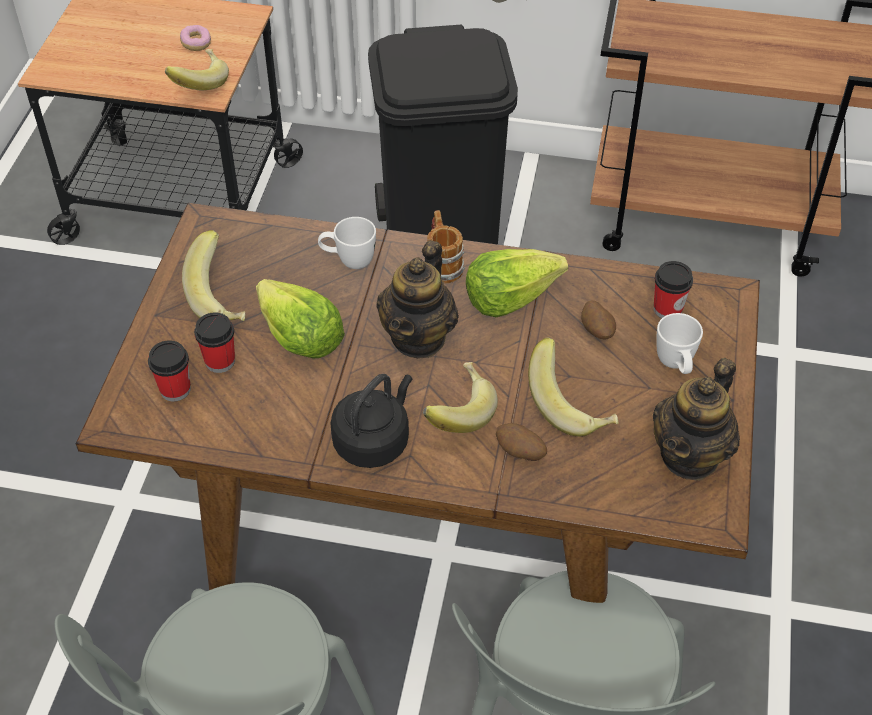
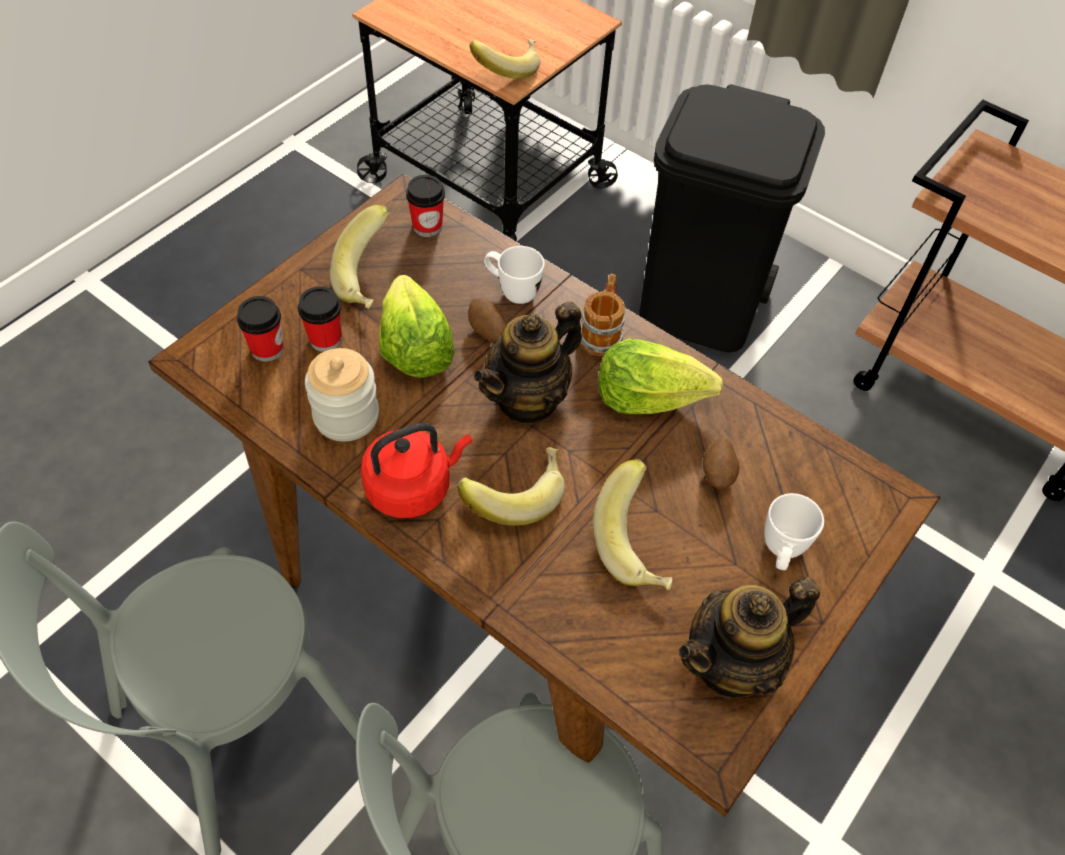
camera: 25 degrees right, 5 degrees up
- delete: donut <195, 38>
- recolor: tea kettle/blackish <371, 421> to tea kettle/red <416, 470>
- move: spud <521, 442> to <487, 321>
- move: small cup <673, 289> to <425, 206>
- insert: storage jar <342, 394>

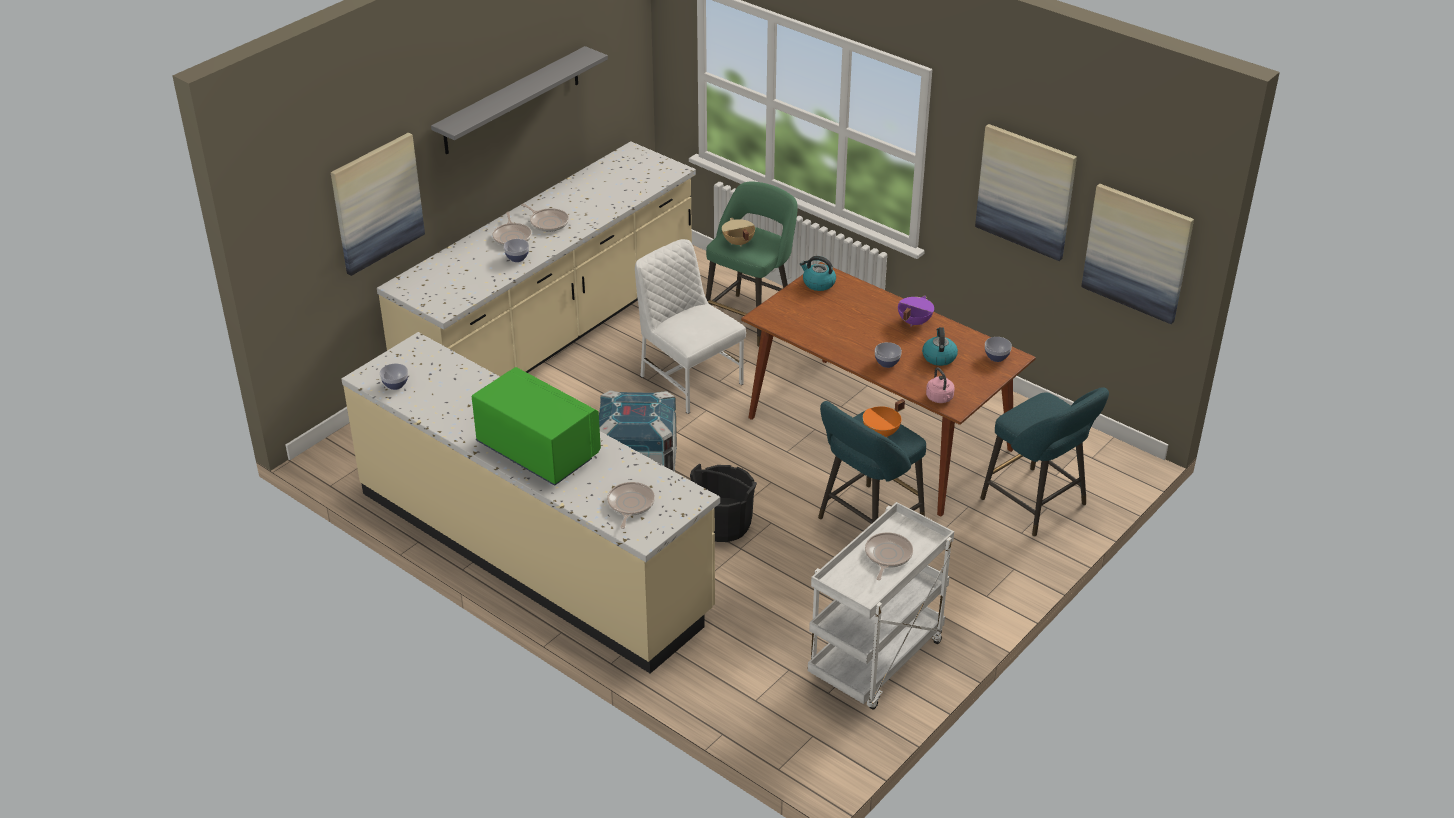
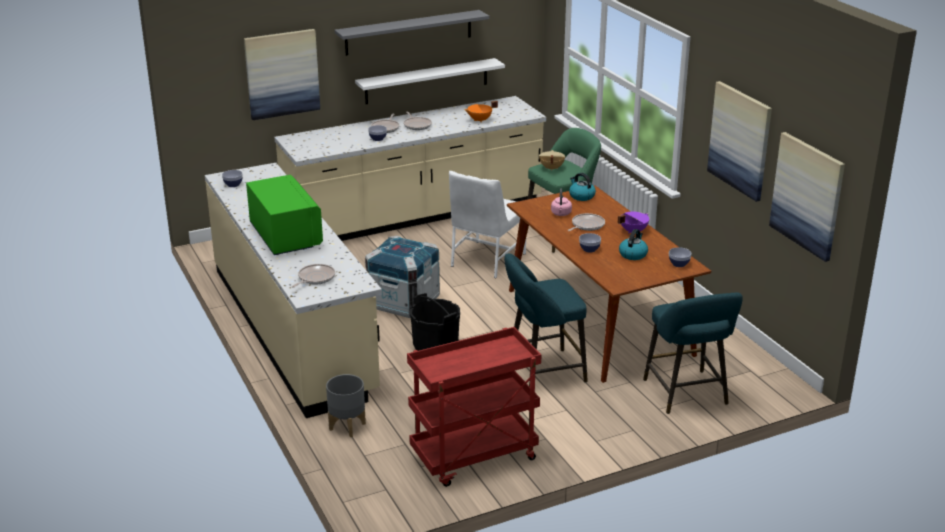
camera: 25 degrees right, 10 degrees down
- rotate: chair/white-coloured <690, 326> = <487, 224> 135 degrees counterclockwise
- recolor: cart/white-coloured <881, 606> to cart/red <474, 407>
- move: cooking pot/orangey <884, 418> to <481, 112>
- move: skillet <889, 556> to <586, 222>
- move: tea kettle/pink-coloured <940, 385> to <561, 202>
- insert: flower pot/greyish <346, 405>
- insert: wall shelf/white-coloured <430, 81>

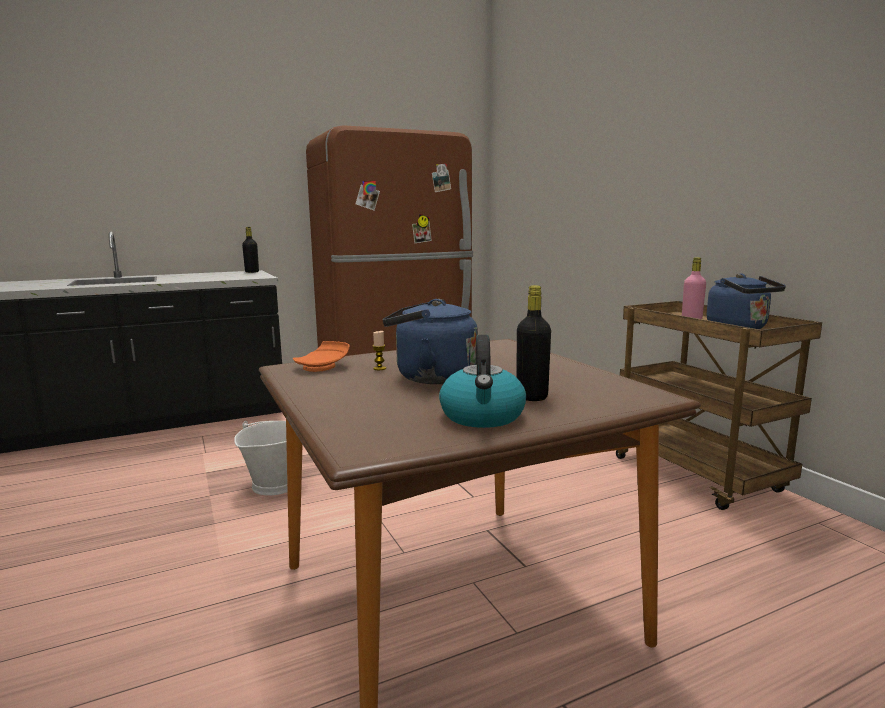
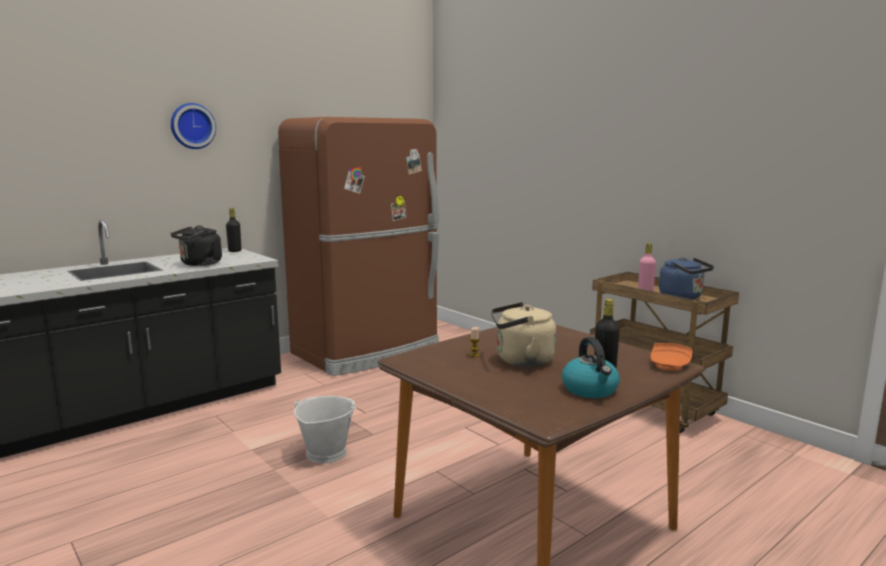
camera: 15 degrees left, 0 degrees up
- move: plate/orangey <321, 356> to <672, 357>
- recolor: tea kettle/blue-coloured <430, 341> to tea kettle/beige <523, 334>
- insert: hanging clock <193, 126>
- insert: tea kettle/blackish <196, 246>

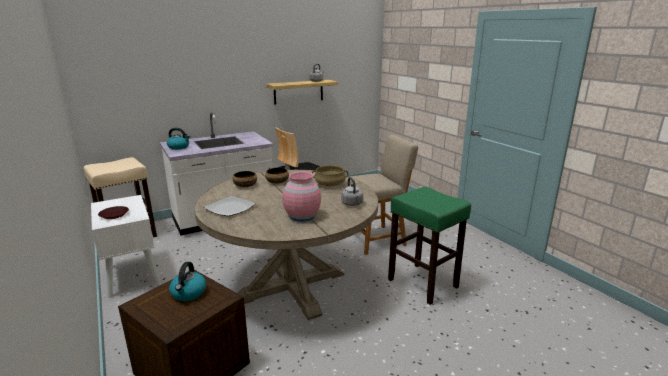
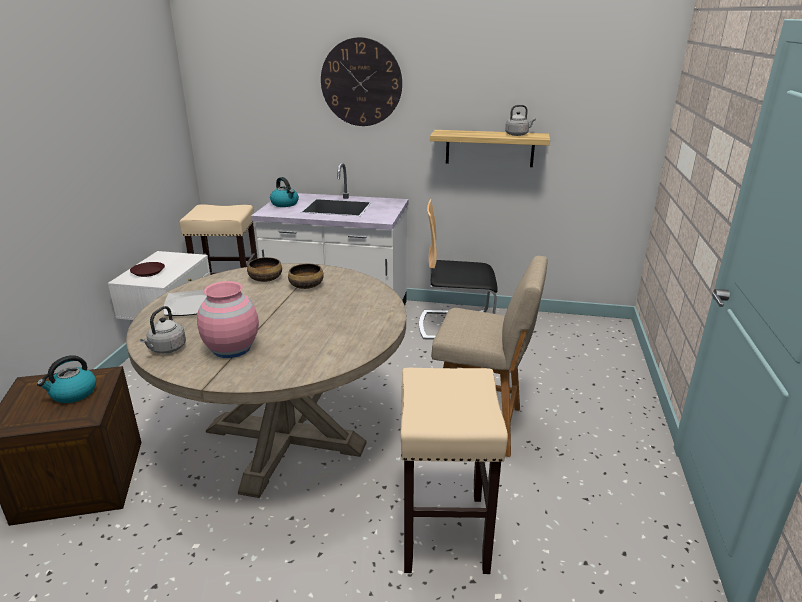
camera: 40 degrees right, 5 degrees up
- delete: cooking pot/beige <330, 175>
- move: tea kettle/greyish <352, 191> to <163, 330>
- recolor: sitting stool/green <429, 246> to sitting stool/beige <454, 471>
- insert: hanging clock <361, 81>

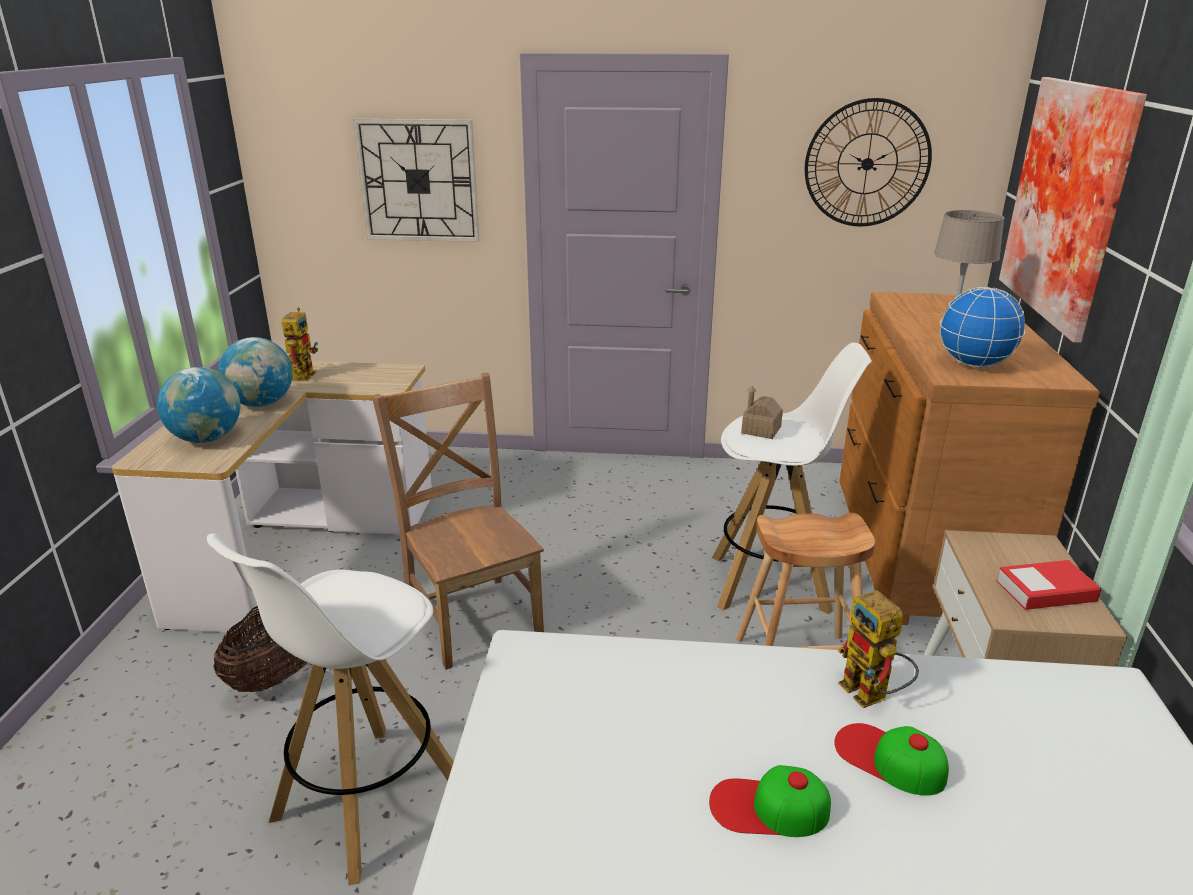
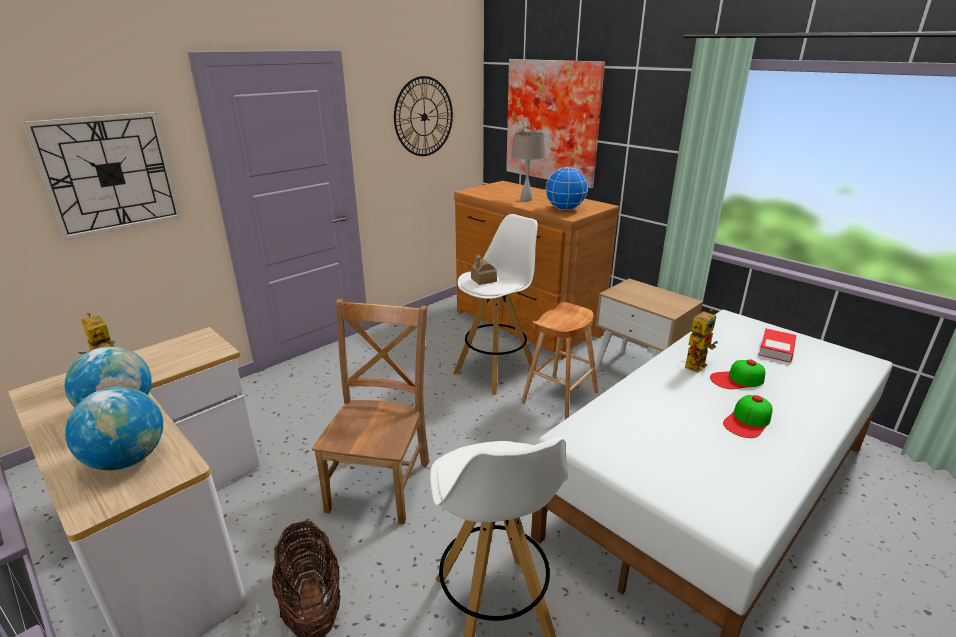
camera: 50 degrees left, 0 degrees up
- rotate: chair/brownish <458, 521> = <370, 411> 90 degrees clockwise
- rotate: toy robot <878, 649> = <701, 341> 60 degrees counterclockwise
- move: book <1048, 585> to <777, 345>

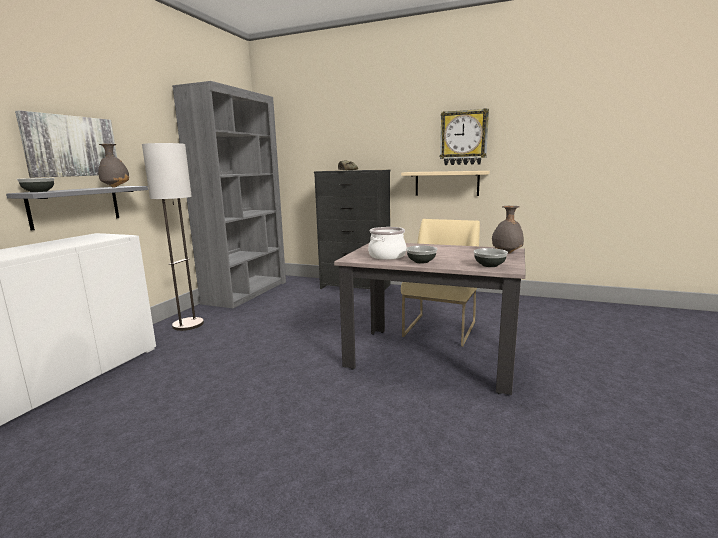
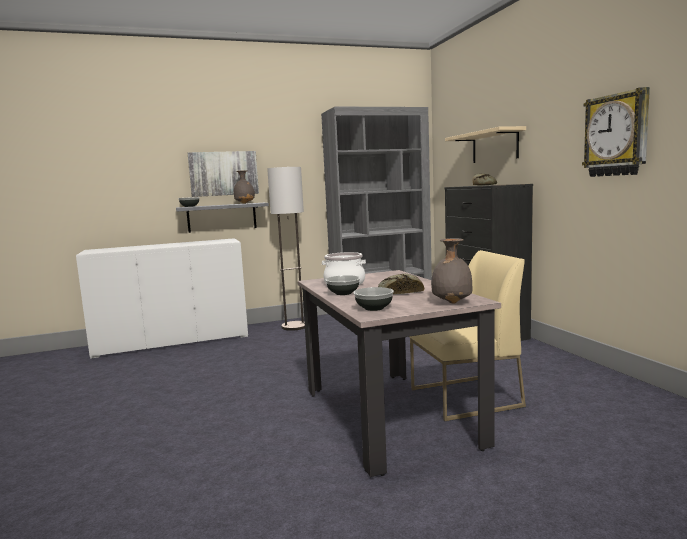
camera: 50 degrees right, 5 degrees down
- move: wall shelf/beige <445, 183> to <485, 144>
- insert: bakery bread <401, 284>

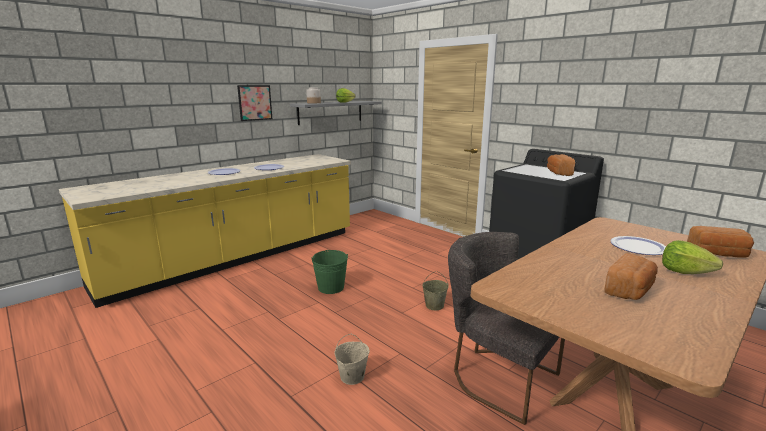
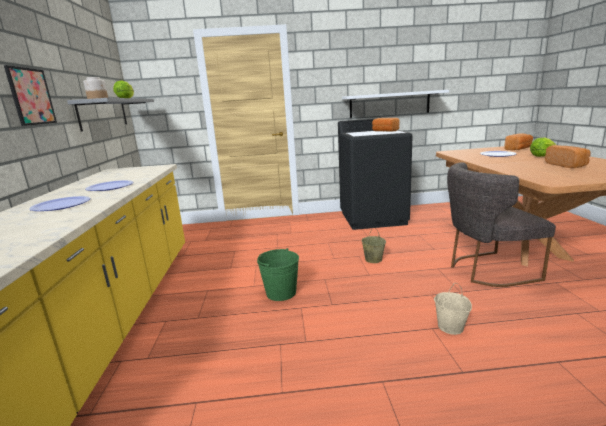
camera: 50 degrees left, 0 degrees up
- insert: wall shelf/white-coloured <395, 104>

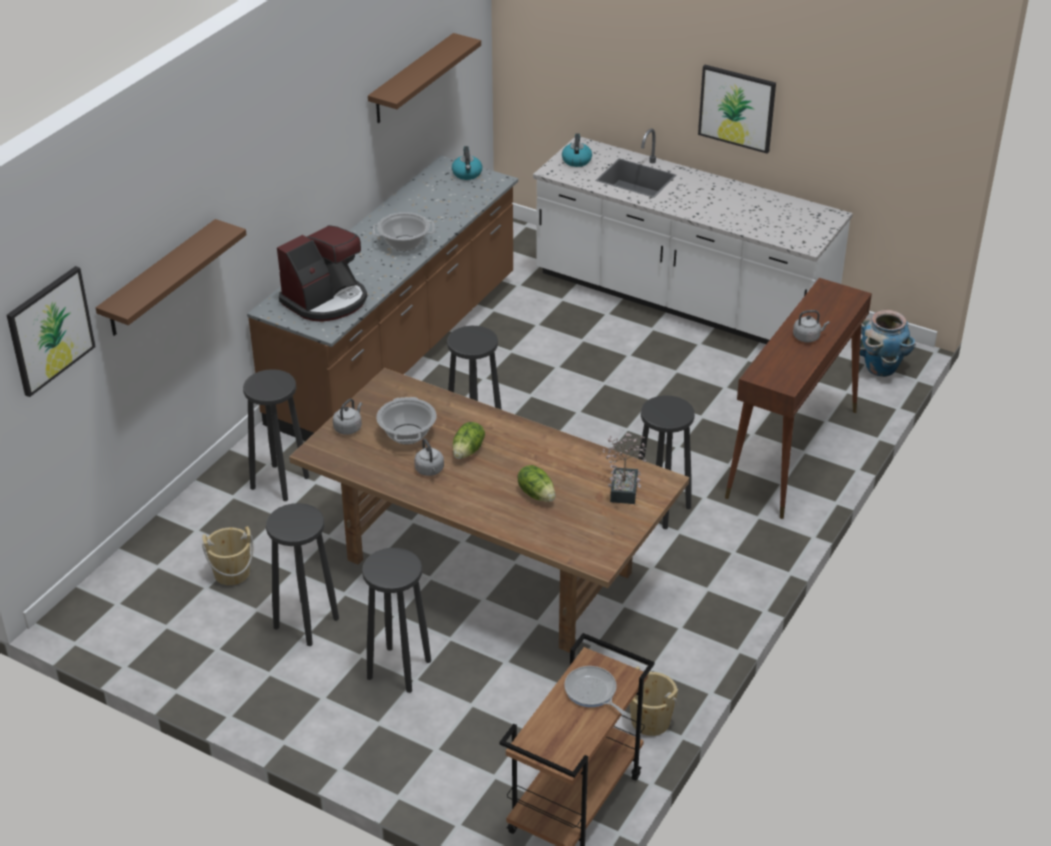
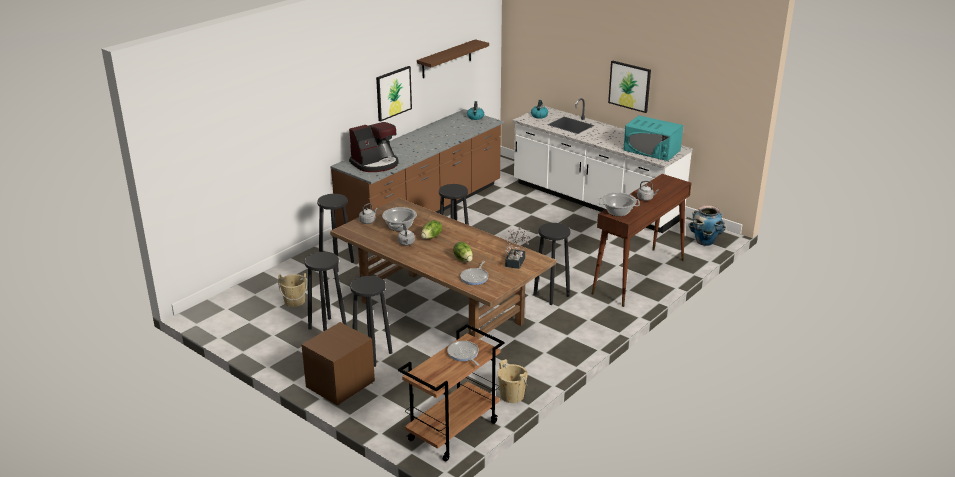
camera: 10 degrees right, 10 degrees down
- move: wall picture <51, 331> to <394, 94>
- delete: wall shelf/brownish <171, 277>
- move: cooking pot <404, 231> to <619, 204>
- insert: night table/brownish <338, 363>
- insert: skillet <474, 273>
- insert: microwave/blue-green <653, 138>

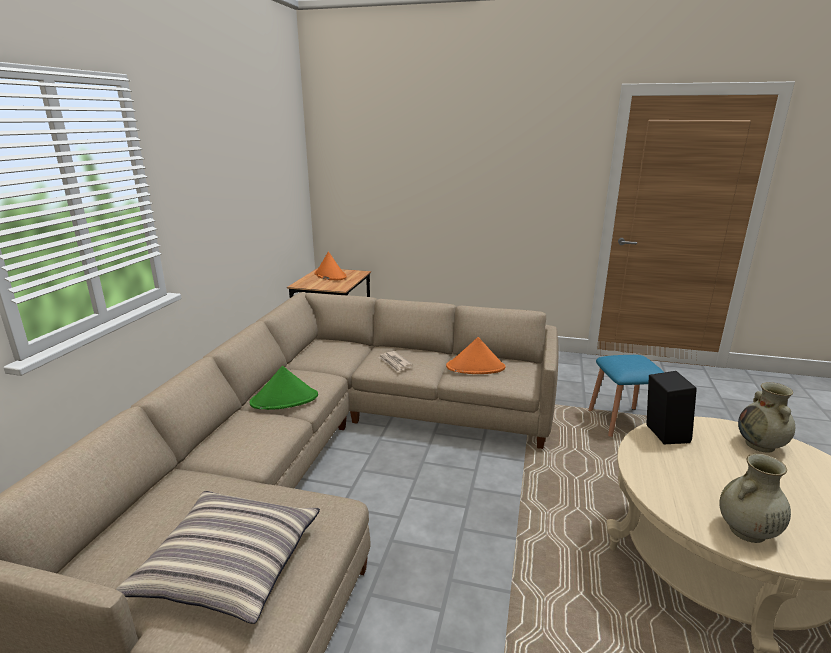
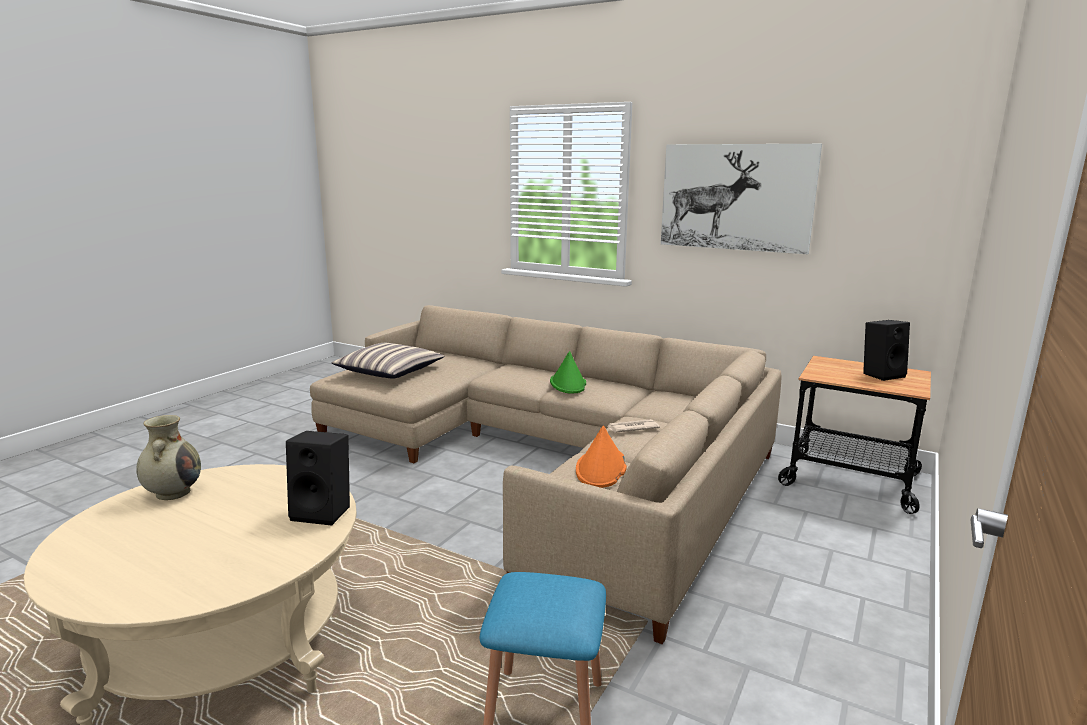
camera: 105 degrees right, 5 degrees down
- replace: wearable hat/orangey <331, 266> to speaker/blackish <886, 350>
- delete: vase/beige <766, 417>
- insert: wall picture <741, 199>

